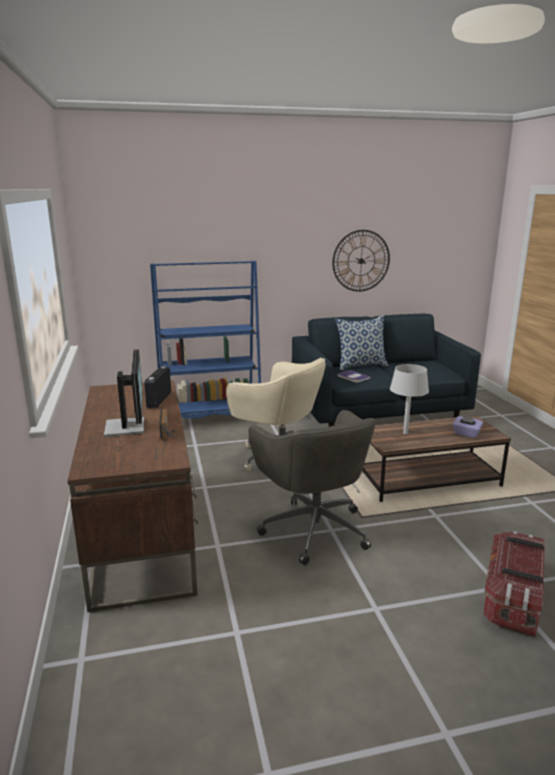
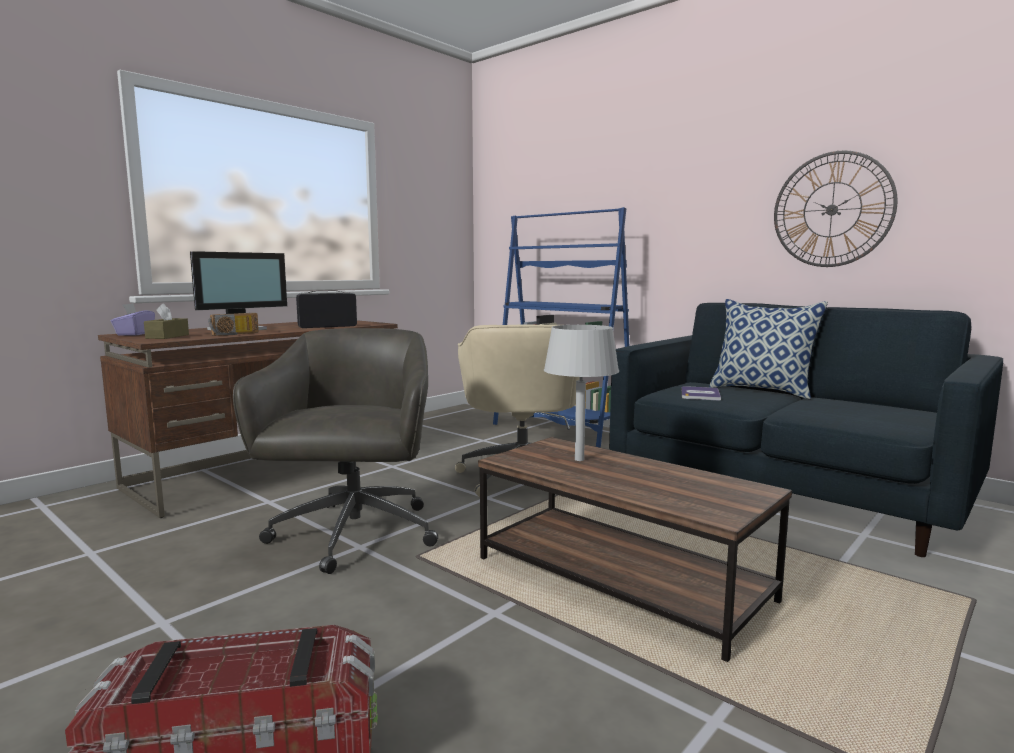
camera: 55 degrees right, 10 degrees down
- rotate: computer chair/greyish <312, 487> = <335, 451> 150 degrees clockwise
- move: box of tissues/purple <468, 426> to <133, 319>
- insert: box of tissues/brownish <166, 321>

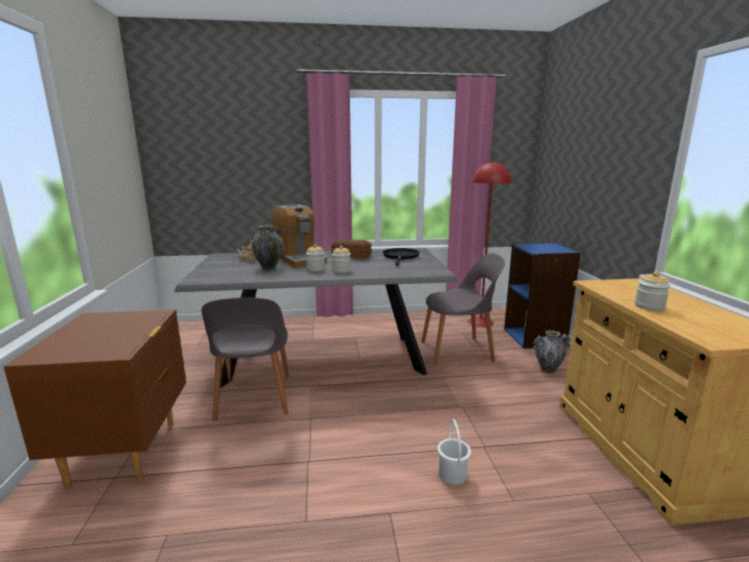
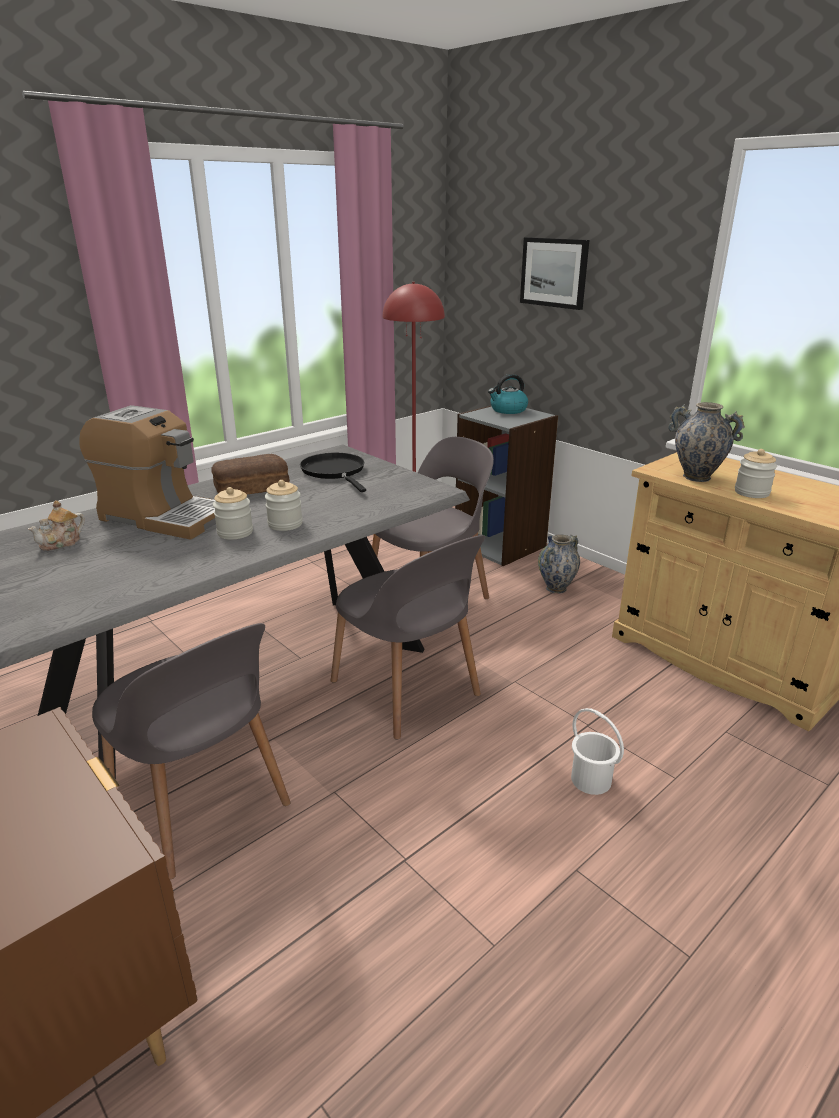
camera: 35 degrees left, 10 degrees up
- move: vase <268, 247> to <706, 442>
- recolor: bookshelf/blue-coloured <542, 295> to bookshelf/greyish <506, 486>
- insert: chair/greyish <408, 637>
- insert: tea kettle <508, 394>
- insert: wall picture <554, 273>

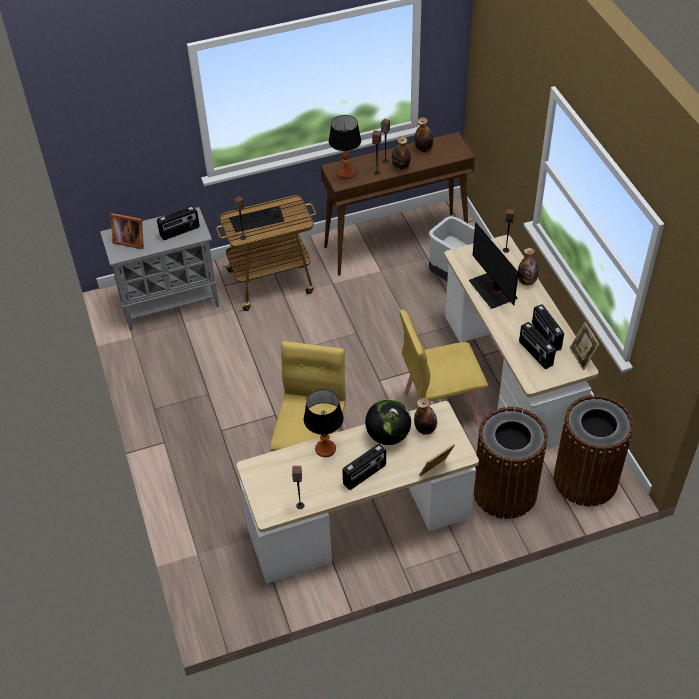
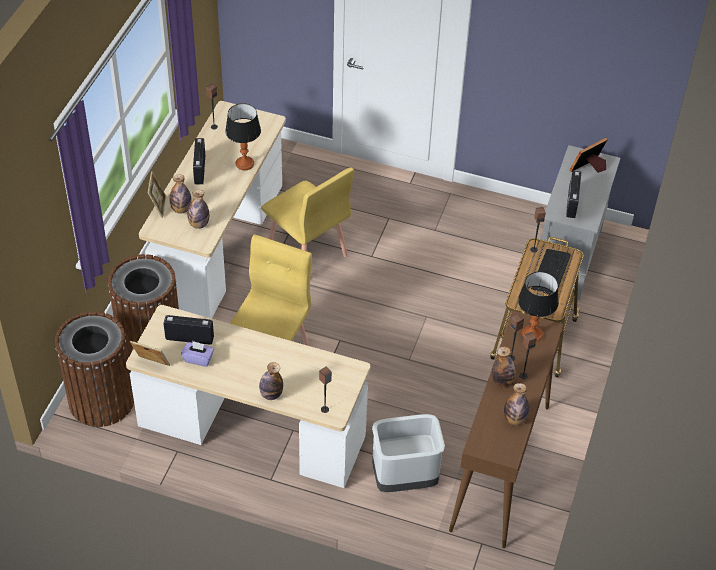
camera: 125 degrees right, 0 degrees up
- delete: desk globe <388, 422>
- delete: computer screen <494, 265>
- replace: radio receiver <548, 327> to box of tissues/purple <197, 354>
- insert: beverage bottle <181, 194>

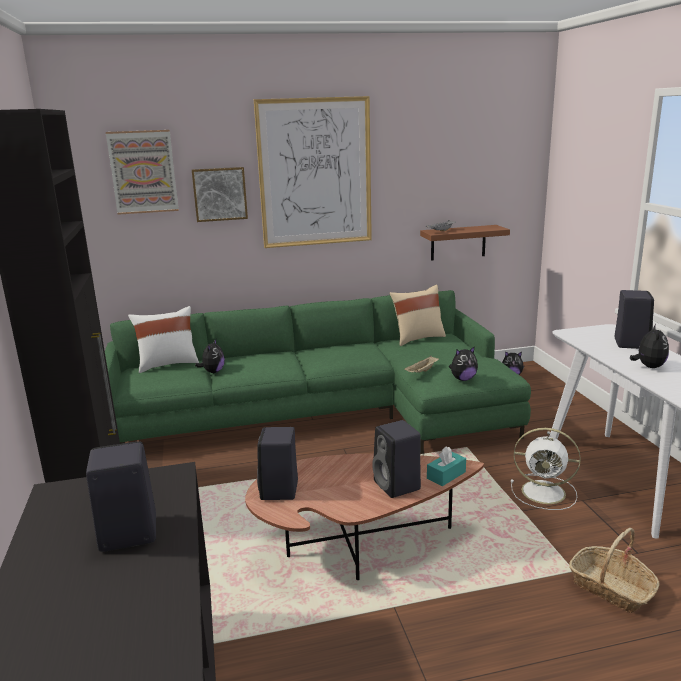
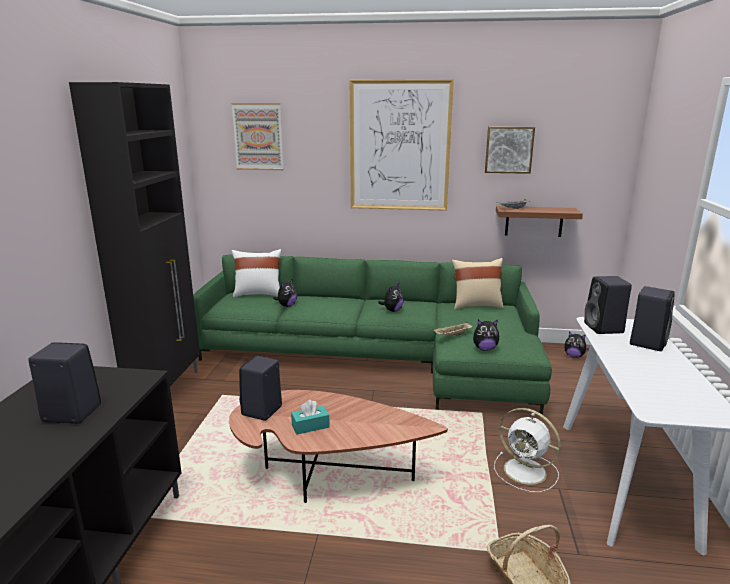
camera: 20 degrees right, 0 degrees up
- move: wall picture <220, 194> to <510, 150>
- move: speaker/blackish <396, 459> to <608, 305>
- move: box of tissues/blue-green <446, 466> to <310, 417>
- move: cuddly toy <649, 346> to <391, 297>

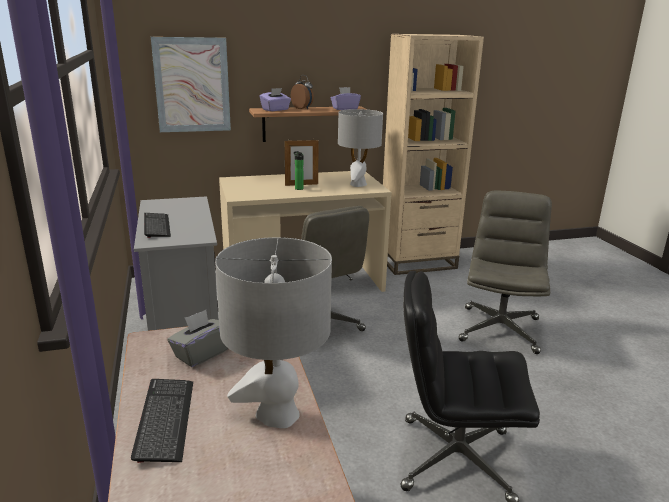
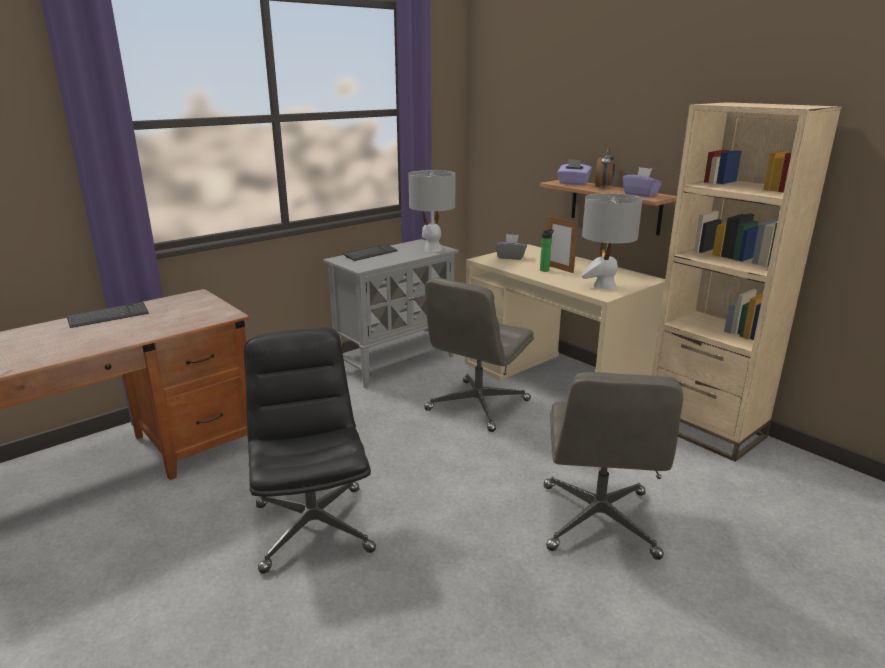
camera: 65 degrees right, 0 degrees up
- delete: wall picture <191, 84>
- move: box of tissues/greyish <198, 338> to <511, 247>
- move: table lamp/greyish <273, 332> to <432, 211>
- rotate: computer chair/greyish <505, 272> = <613, 466> 105 degrees clockwise

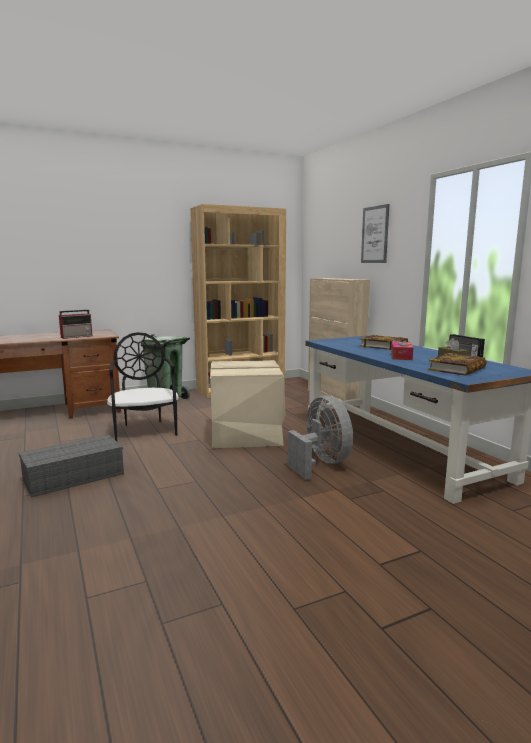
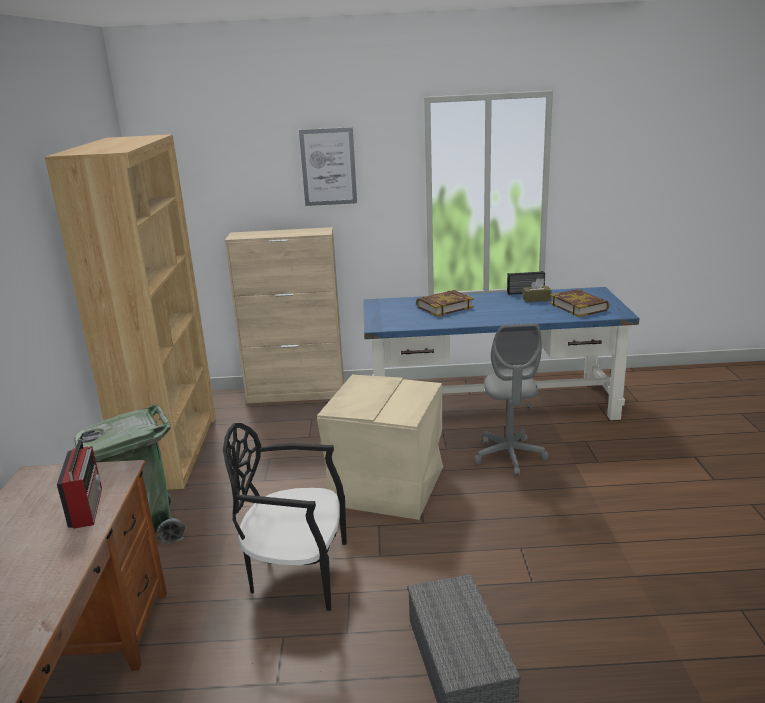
camera: 65 degrees left, 10 degrees up
- replace: electric fan/greyish <320, 437> to computer chair/greyish <511, 399>
- delete: box of tissues <402, 350>

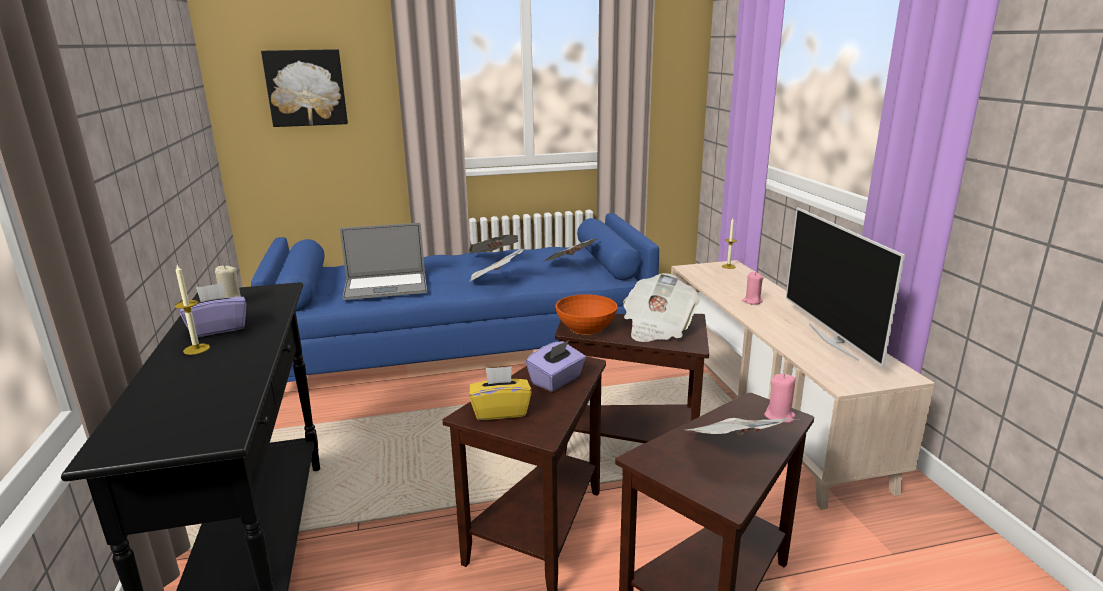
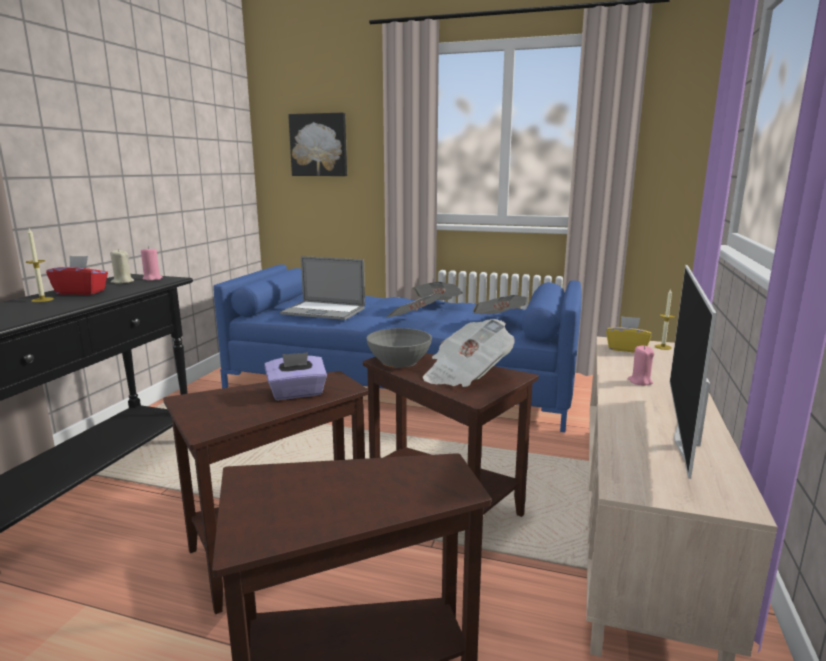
camera: 30 degrees right, 5 degrees down
- recolor: box of tissues/purple <213, 310> to box of tissues/red <77, 275>
- move: box of tissues/yellowish <500, 393> to <629, 334>
- recolor: deep dish/orangey <587, 314> to deep dish/greyish <399, 348>
- delete: printed paper <738, 427>
- move: wax light/pink-coloured <780, 398> to <151, 264>

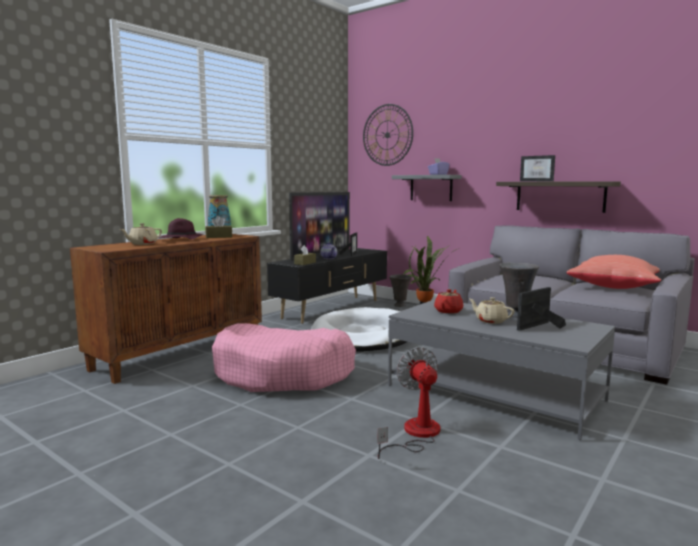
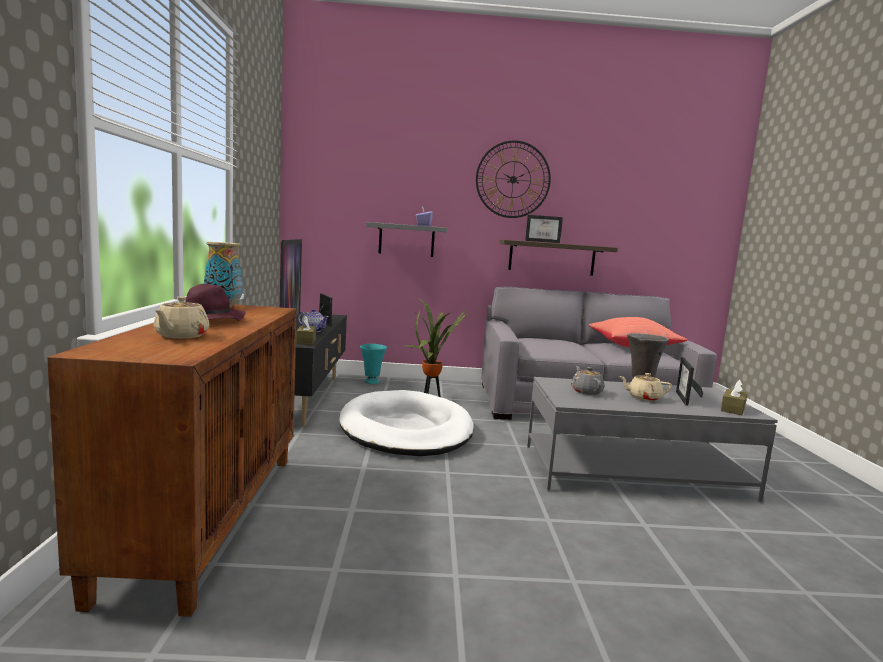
camera: 40 degrees left, 0 degrees up
- move: box of tissues/brownish <218, 227> to <734, 397>
- delete: dog bed/pink-coloured <284, 357>
- move: hanging clock <388, 135> to <513, 179>
- delete: electric fan <408, 403>
- recolor: vase/greyish <400, 290> to vase/blue-green <373, 364>
- recolor: tea pot/red <448, 301> to tea pot/greyish <587, 380>

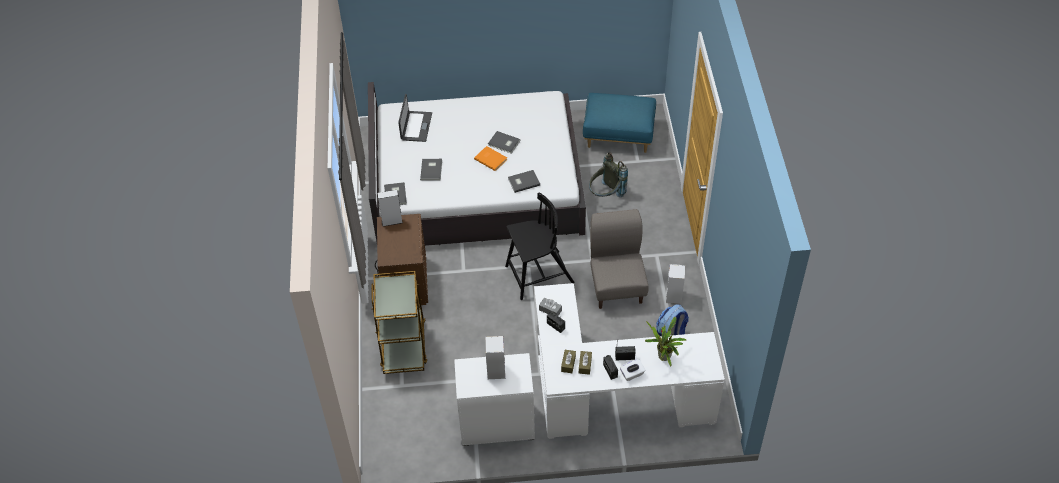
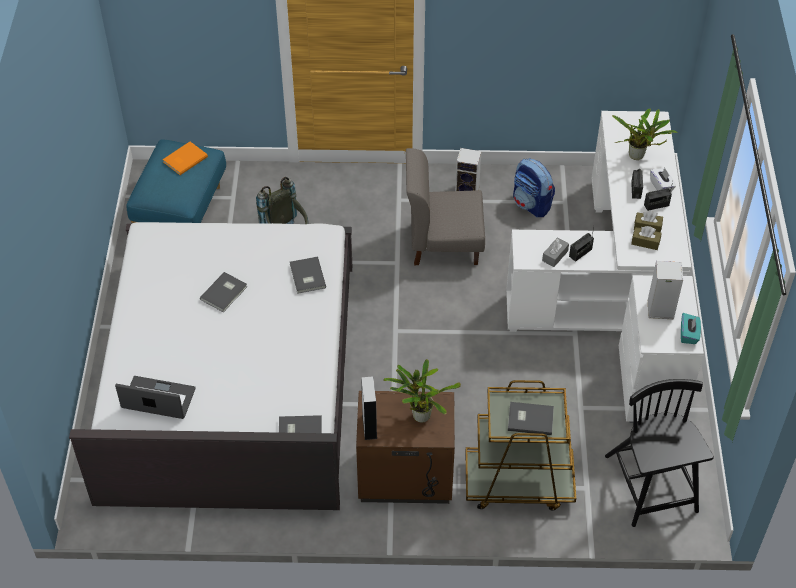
camera: 85 degrees left, 0 degrees up
- move: book/greyish <431, 169> to <531, 418>
- move: book/orangey <491, 158> to <185, 158>
- move: chair/blackish <539, 246> to <659, 453>
- insert: houseplant <422, 391>
- insert: box of tissues/blue-green <691, 328>

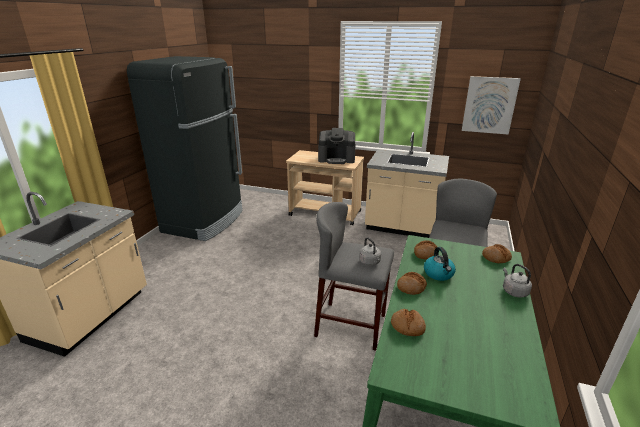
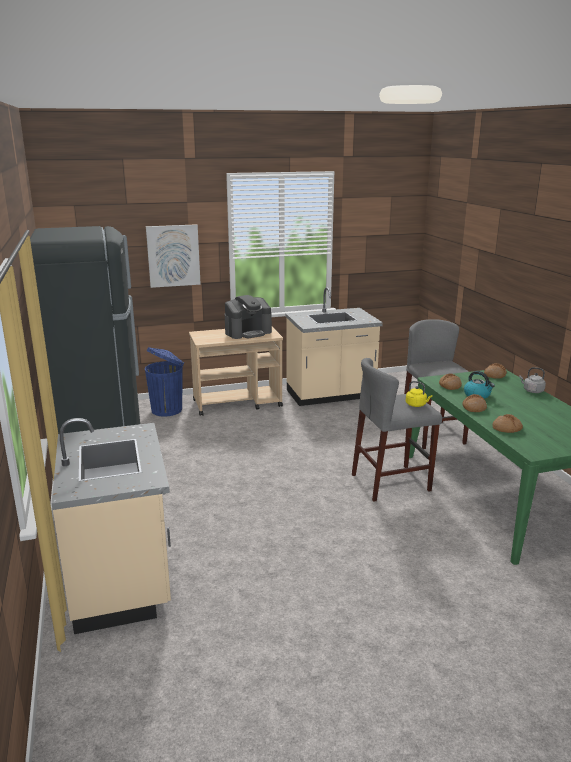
camera: 35 degrees left, 5 degrees down
- recolor: tea kettle/greyish <370, 251> to tea kettle/yellowish <419, 394>
- move: wall picture <491, 105> to <173, 256>
- insert: waste bin/blue-coloured <164, 382>

